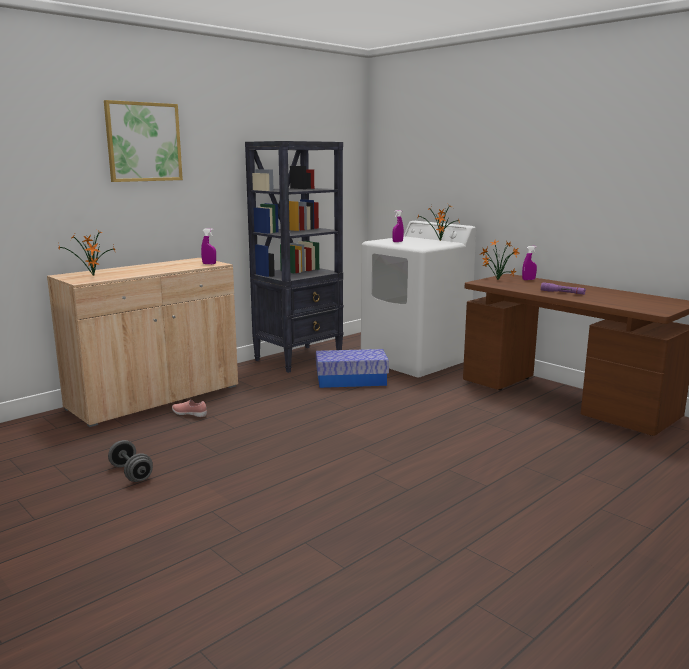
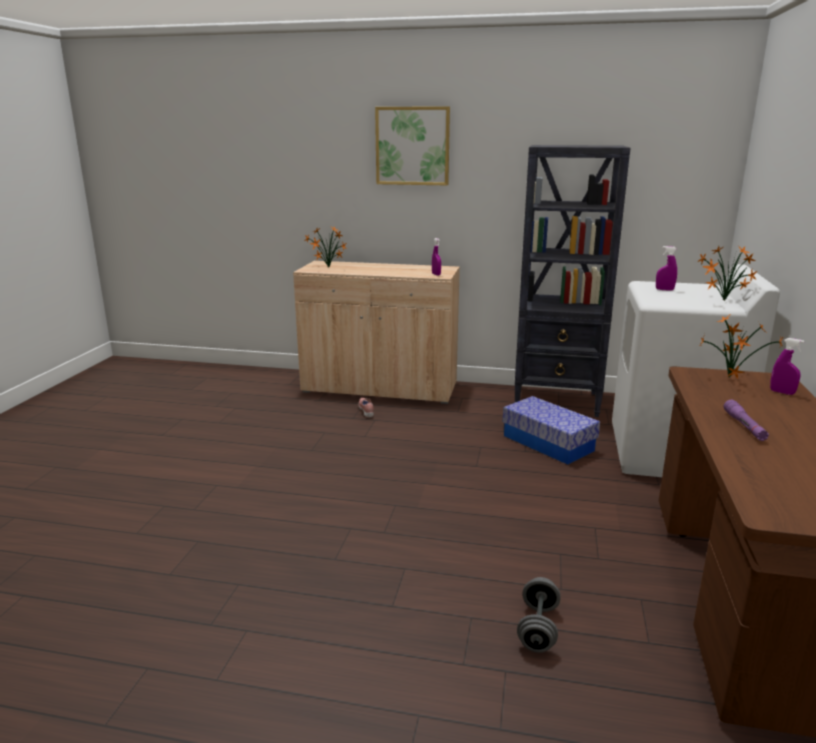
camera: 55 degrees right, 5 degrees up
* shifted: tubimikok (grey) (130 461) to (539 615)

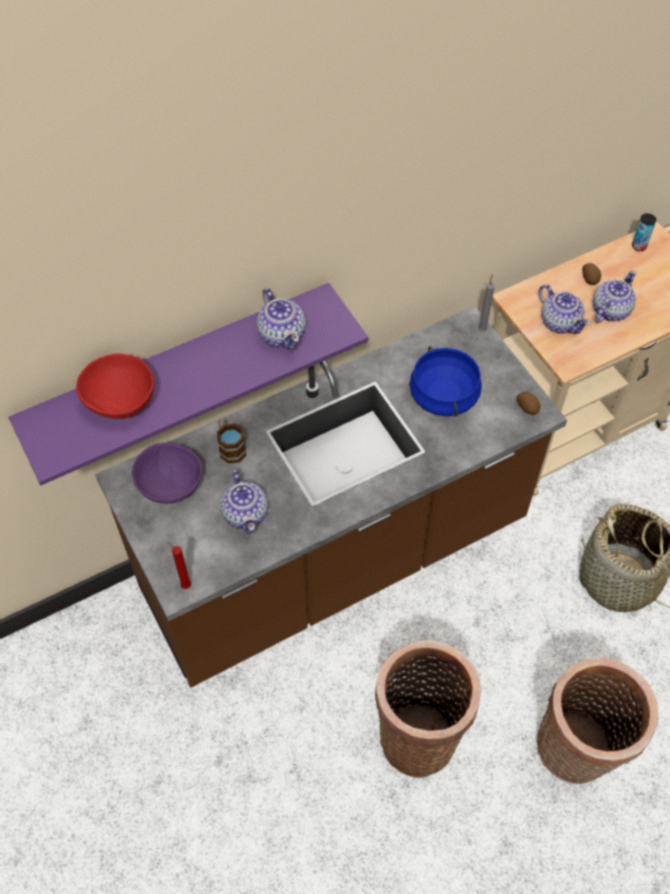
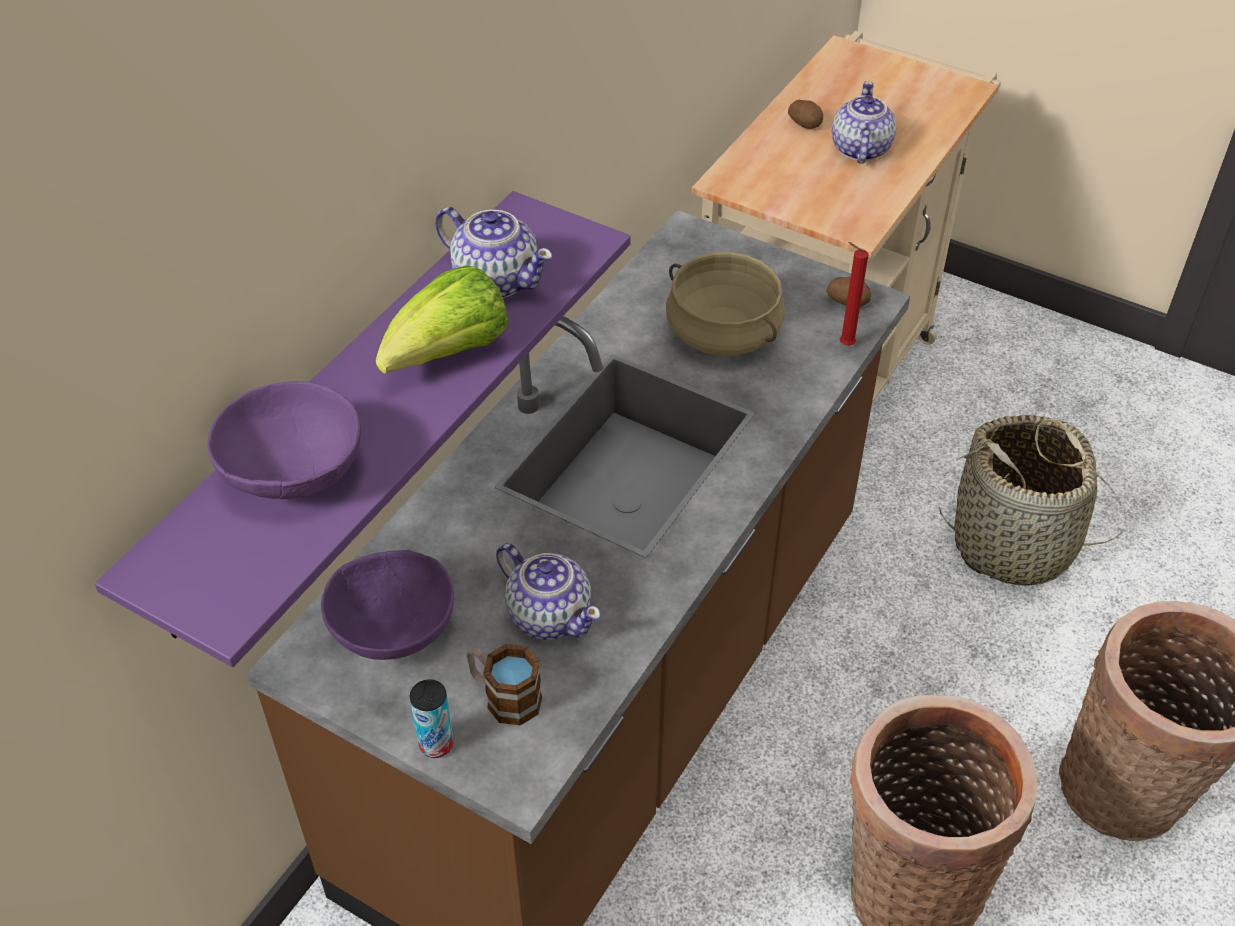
camera: 30 degrees left, 10 degrees down
* shifted: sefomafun (644 232) to (432 718)
* gone: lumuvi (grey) (486 303)
* gone: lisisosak (564 309)
* repainted: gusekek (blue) (445 381) to gusekek (beige) (725 304)
* repainted: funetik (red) (115 386) to funetik (purple) (284 440)
* shifted: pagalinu (231 441) to (504 685)
* shifted: lumuvi (red) (179 565) to (854 294)
* new: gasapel (442 320)

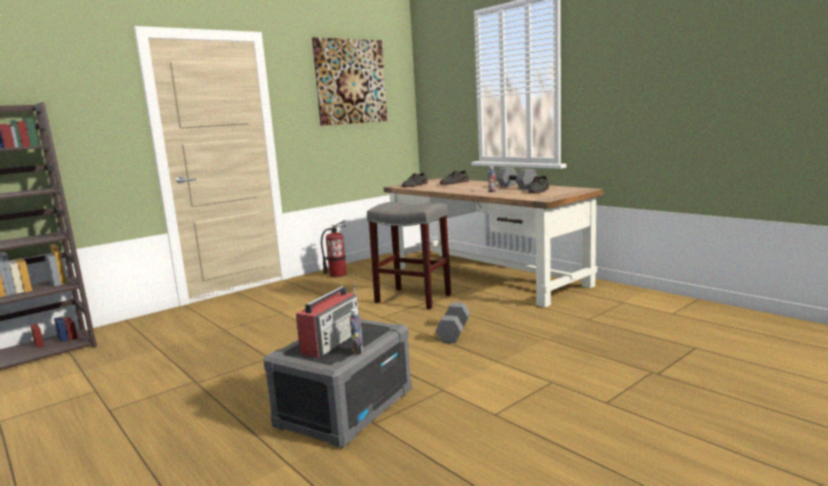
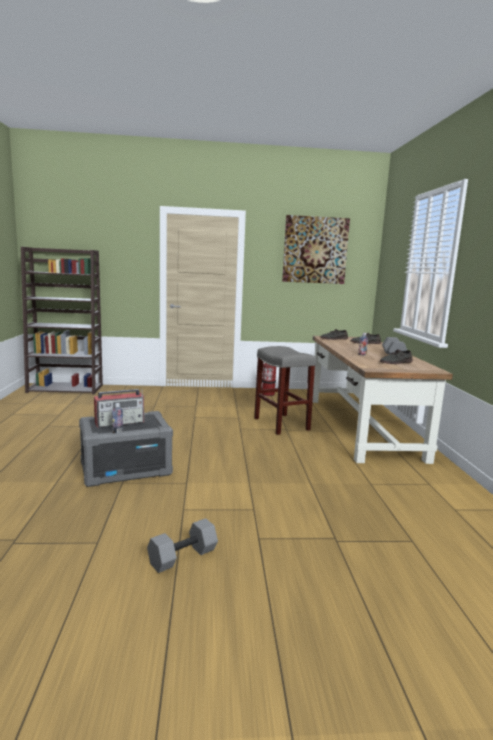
camera: 35 degrees right, 0 degrees up
* shifted: tubimikok (grey) (453 322) to (182 545)

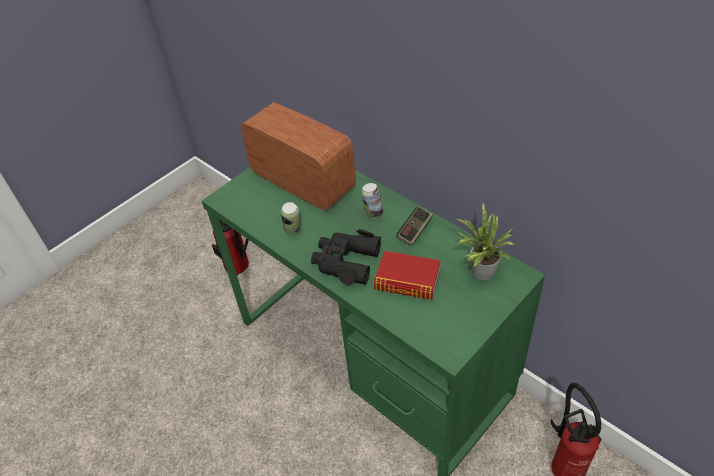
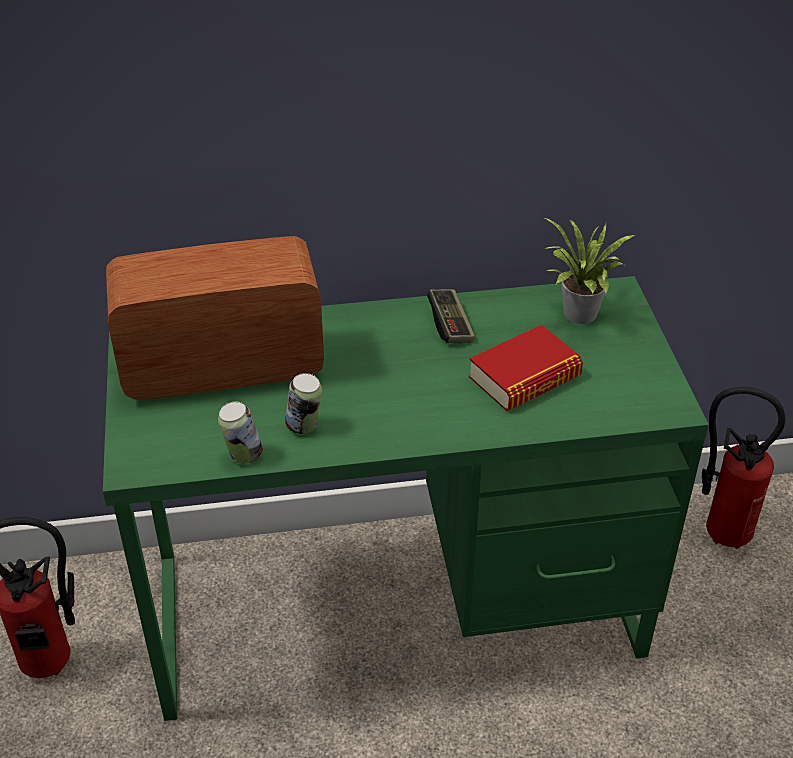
camera: 55 degrees left, 5 degrees down
* shifted: sefomafun (372 200) to (240 433)
* gone: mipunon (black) (346 257)

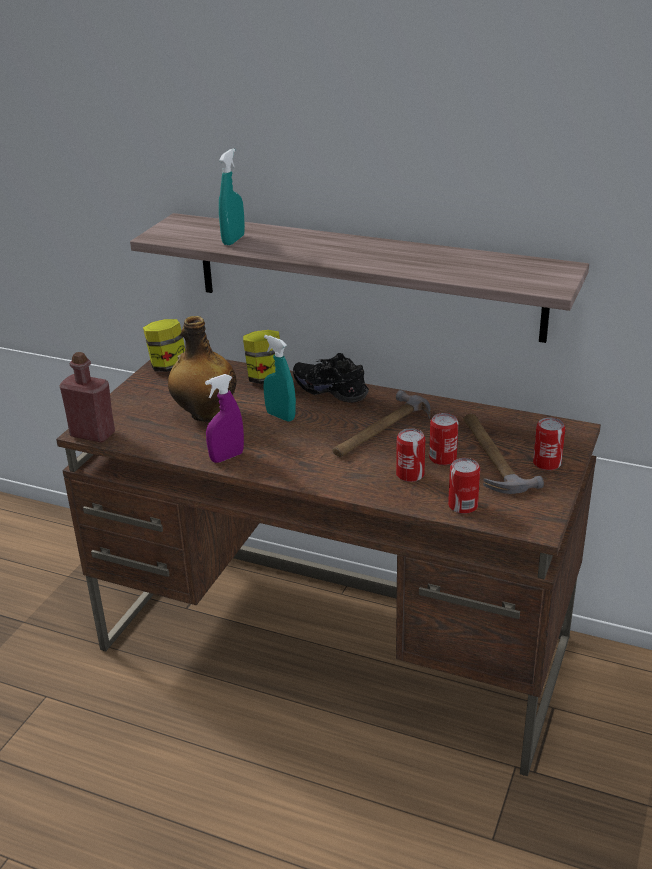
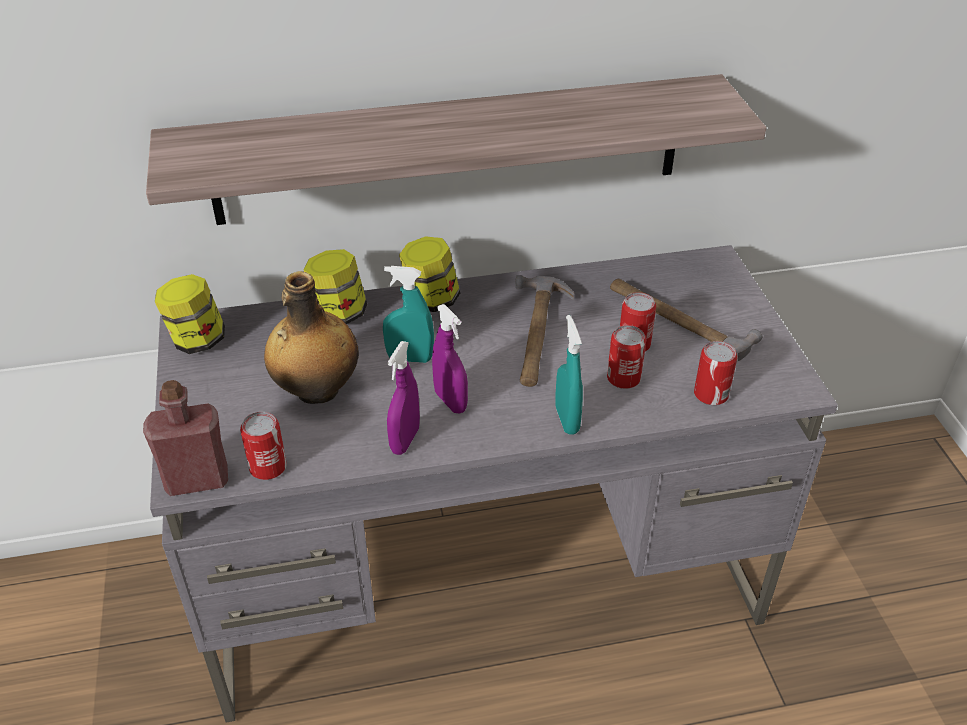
camera: 35 degrees left, 10 degrees up
* shifted: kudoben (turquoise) (232 196) to (569 375)
* swapped: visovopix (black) (331 378) to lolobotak (429 274)
* repainted: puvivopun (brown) (328 567) to puvivopun (grey) (494 484)
* shifted: sefomafun (549 443) to (263 446)
* new: kudoben (purple) (450 358)

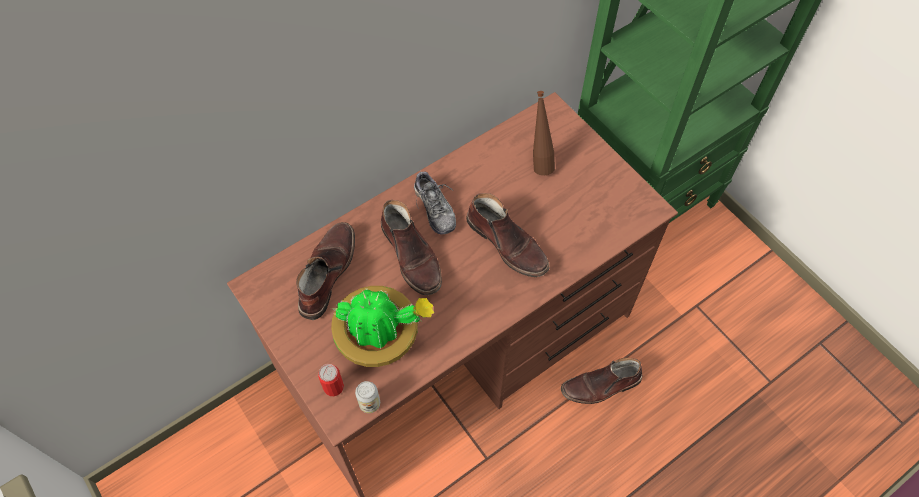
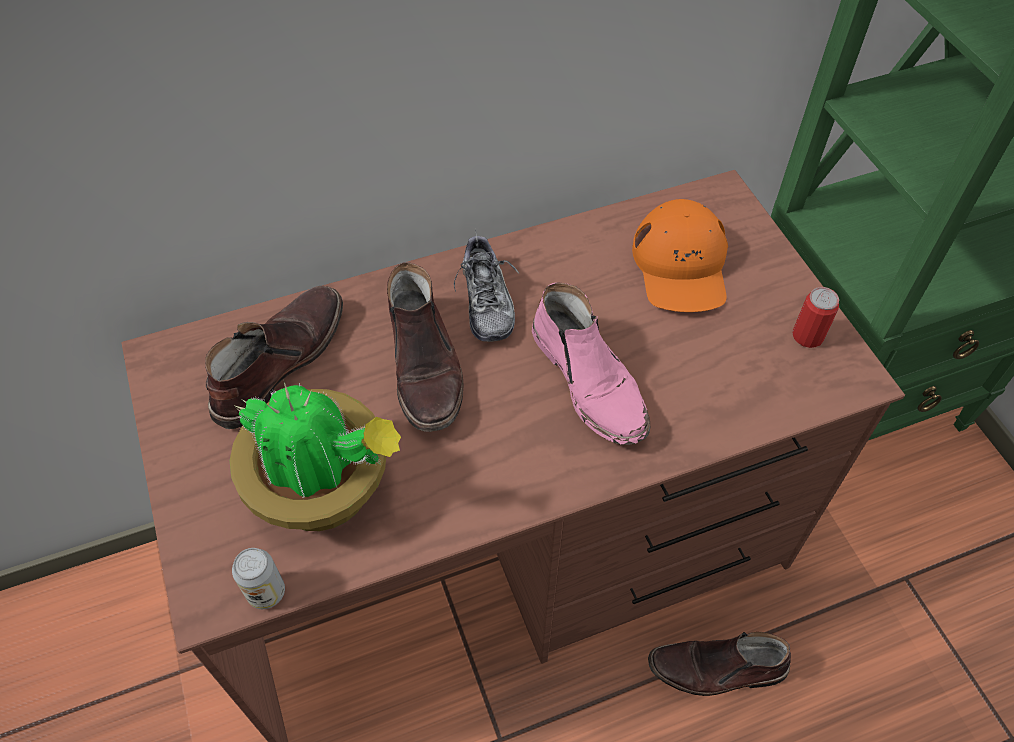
camera: 15 degrees right, 5 degrees down
* swapped: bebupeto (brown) (544 133) to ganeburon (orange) (680 255)
* repainted: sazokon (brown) (507 235) to sazokon (pink) (591 363)
* shifted: sefomafun (331 380) to (815 317)

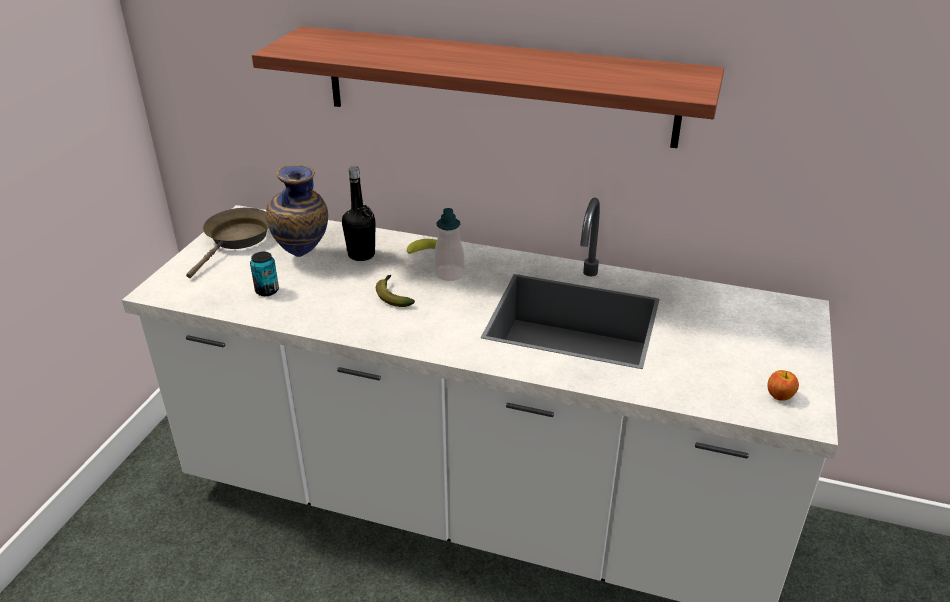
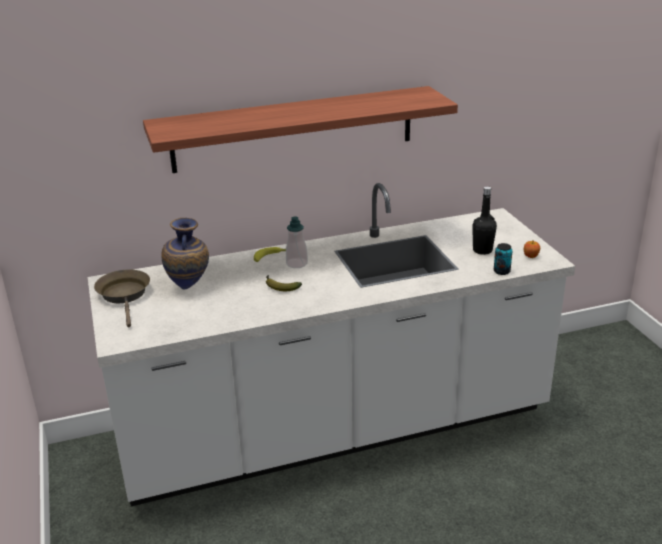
camera: 35 degrees left, 5 degrees down
* shifted: bebupeto (black) (359 213) to (484 220)
* shifted: sefomafun (264 274) to (503 259)

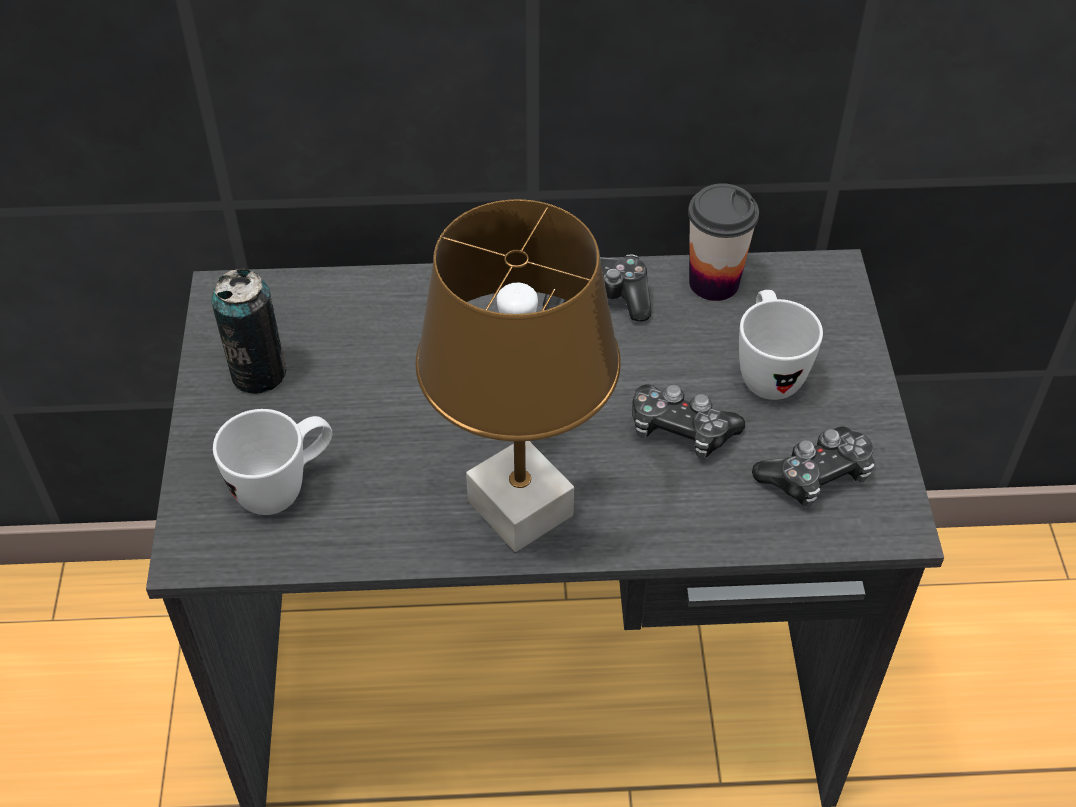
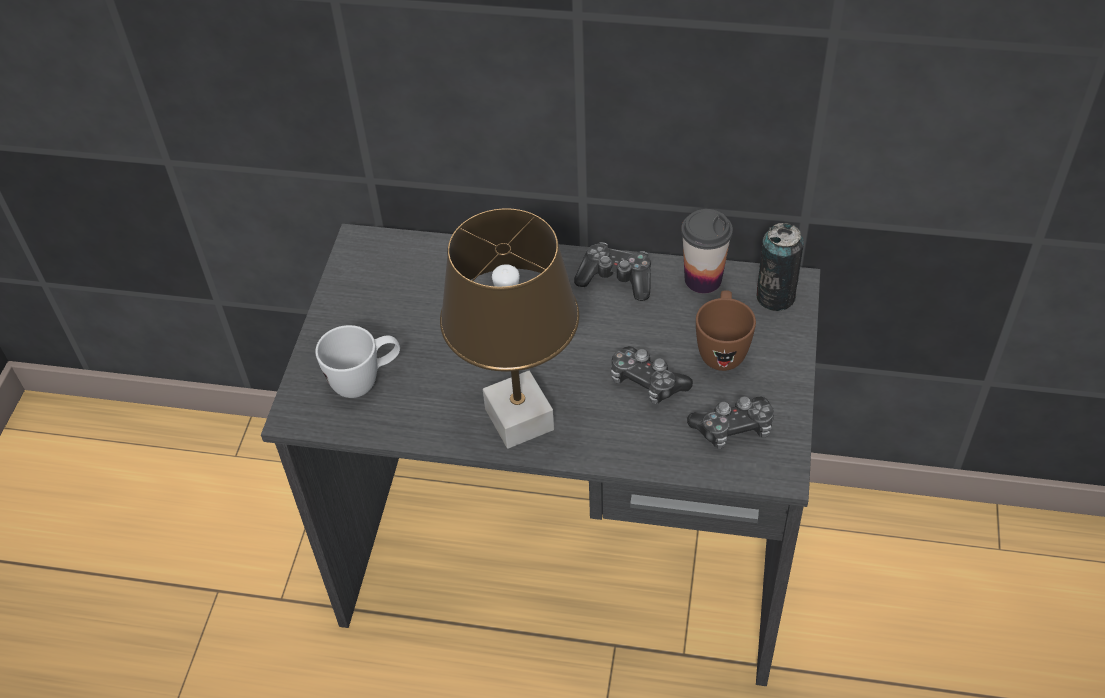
camera: 15 degrees right, 0 degrees up
* shifted: sefomafun (249 331) to (780 267)
* repainted: pagalinu (white) (781 345) to pagalinu (brown) (726 330)

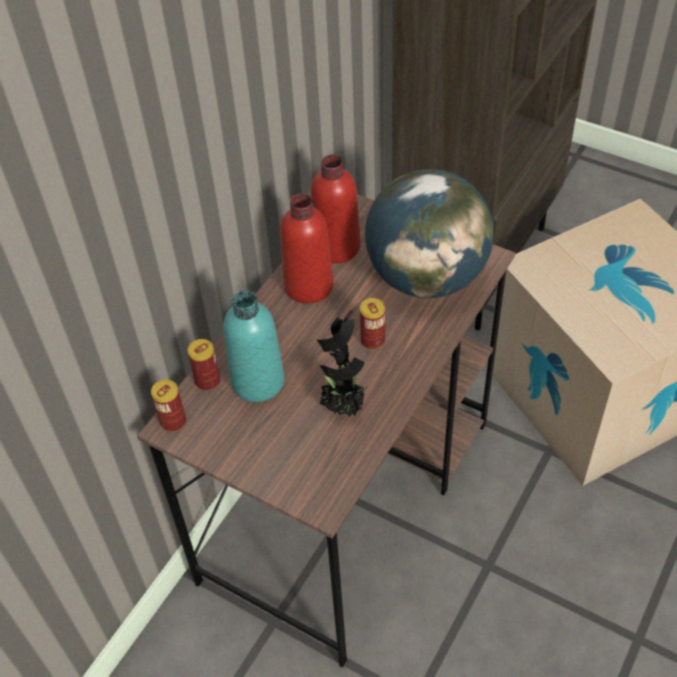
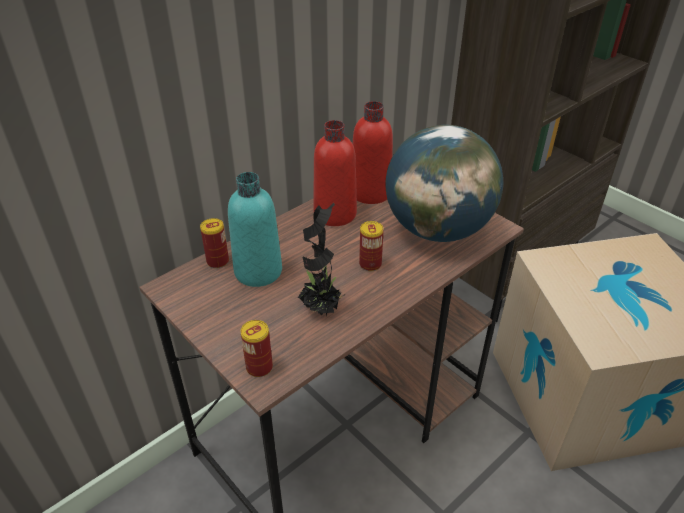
camera: 15 degrees right, 10 degrees down
* shifted: sefomafun (168 405) to (256 348)

